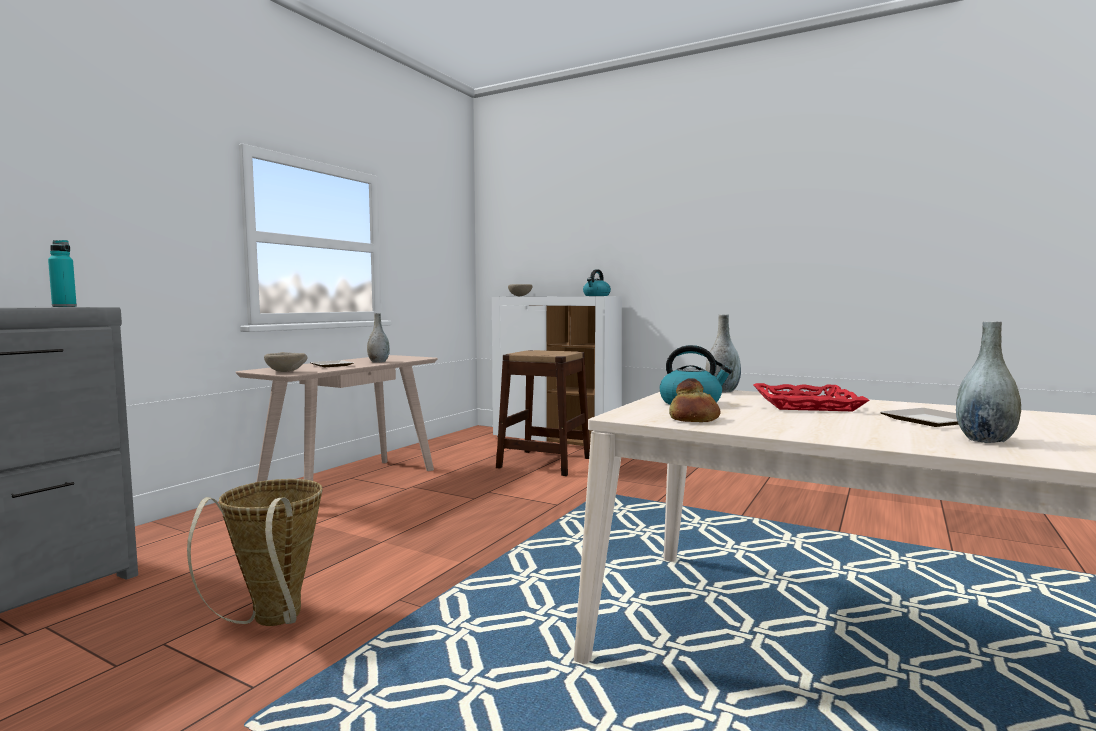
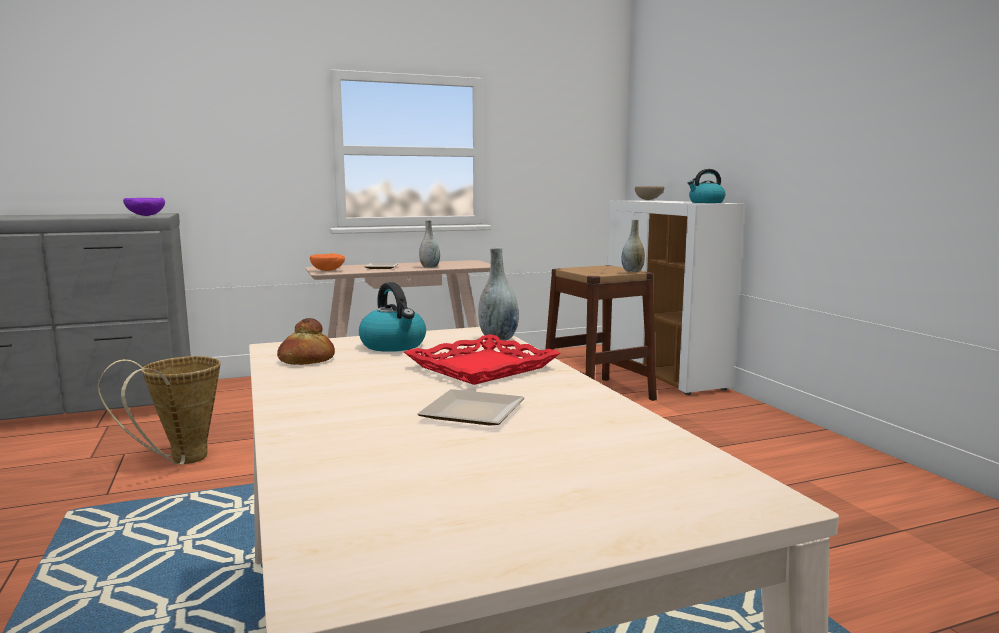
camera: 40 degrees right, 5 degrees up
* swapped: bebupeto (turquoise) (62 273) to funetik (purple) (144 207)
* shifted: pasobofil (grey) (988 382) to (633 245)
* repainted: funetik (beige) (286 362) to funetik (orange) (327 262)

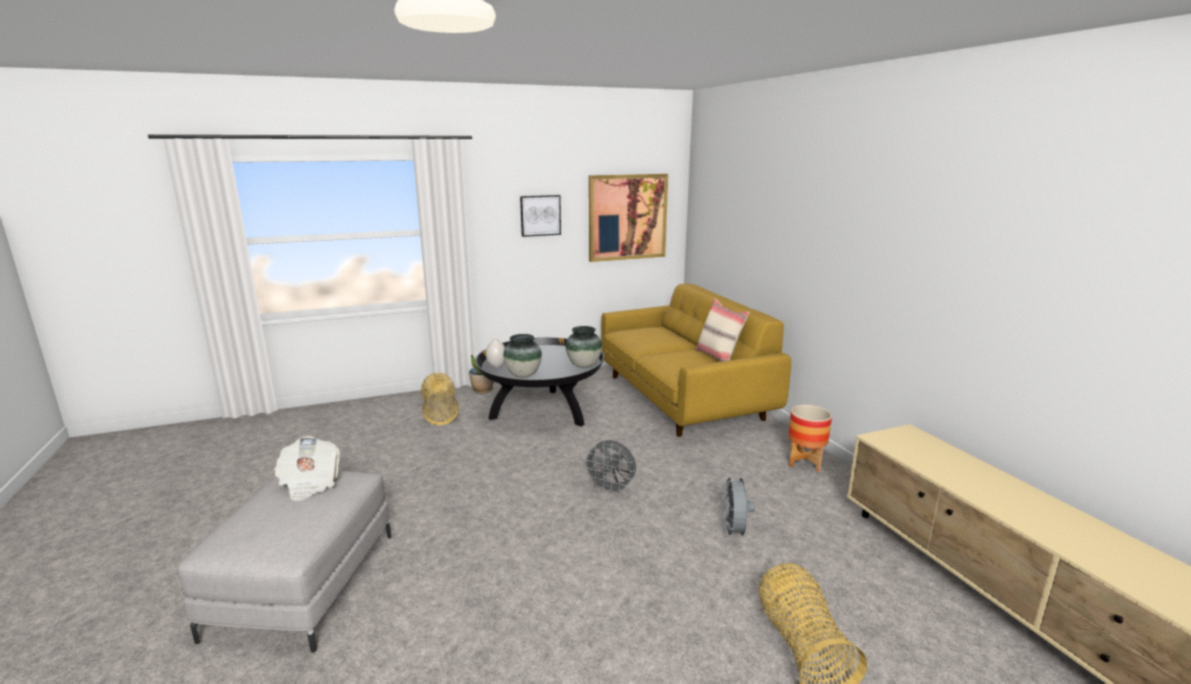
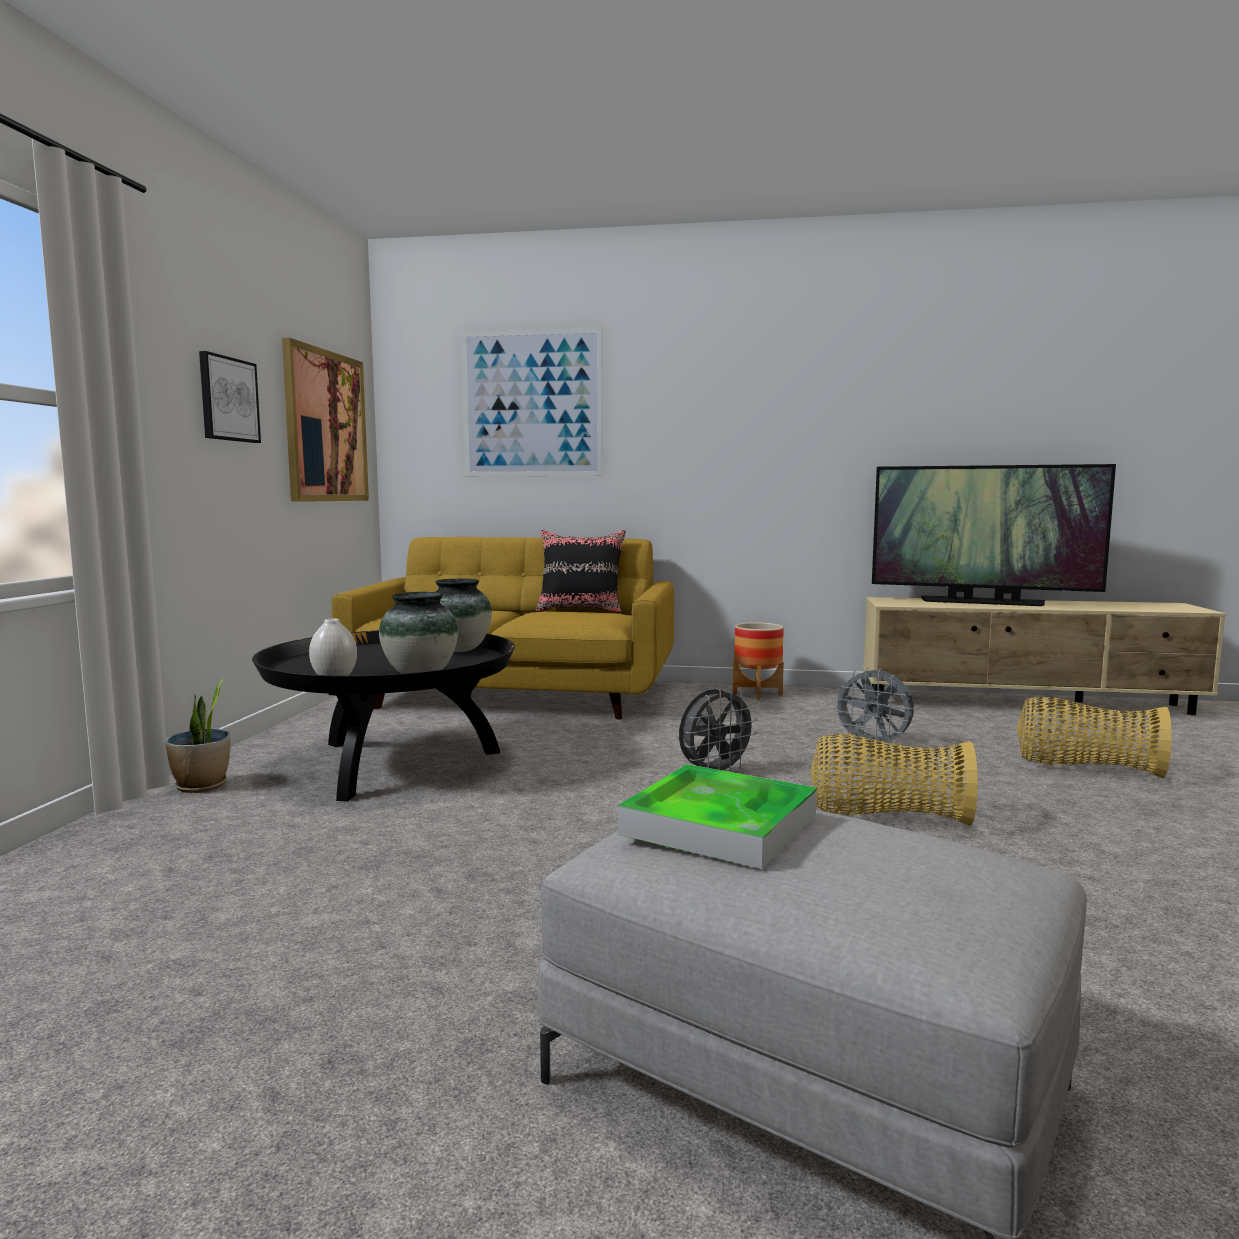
camera: 60 degrees left, 10 degrees down
* repainted: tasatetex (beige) (722 330) to tasatetex (black) (581 571)
* shifted: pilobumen (440 399) to (894 780)
* swapped: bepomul (306 468) to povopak (717 816)
* new: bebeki (532 402)
* new: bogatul (994 535)

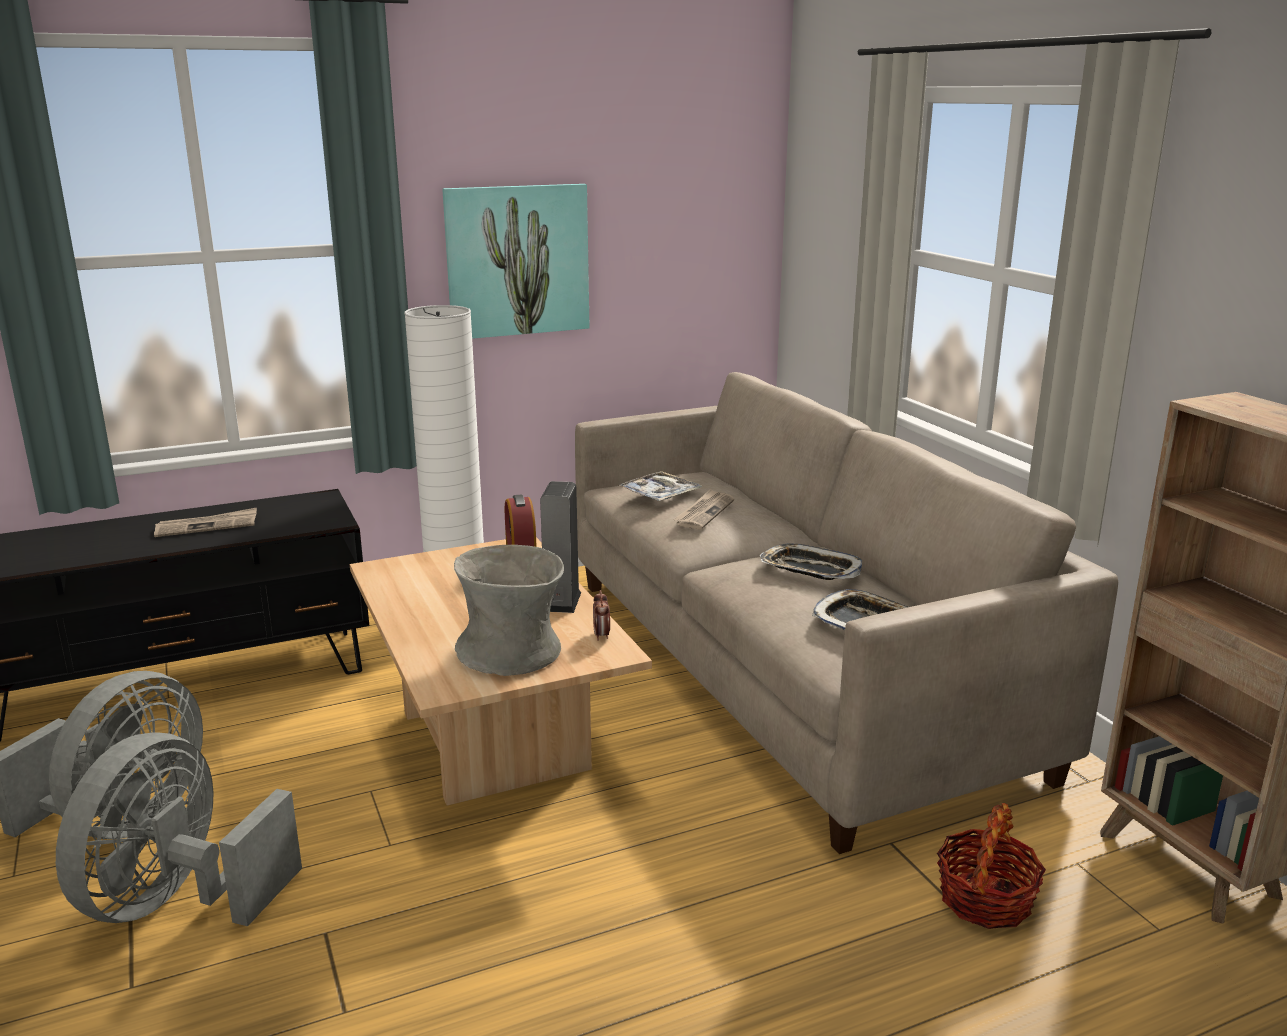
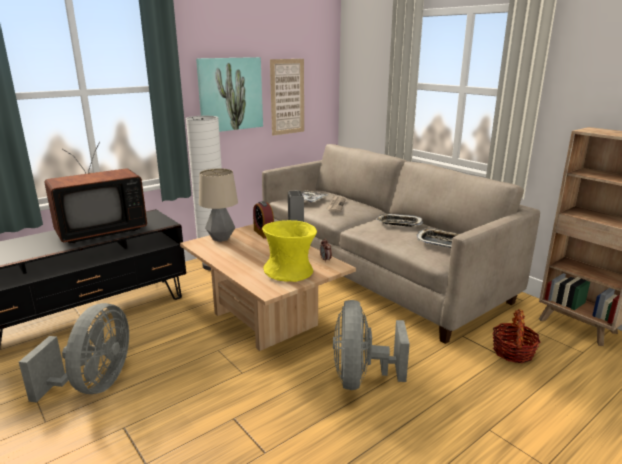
camera: 15 degrees left, 0 degrees up
* swapped: bepomul (205 522) to bogatul (95 192)
* repainted: pasobofil (grey) (509 610) to pasobofil (yellow) (289 251)
* shifted: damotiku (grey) (179 829) to (371 345)
* new: bebeki (287 97)
* new: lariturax (218 205)

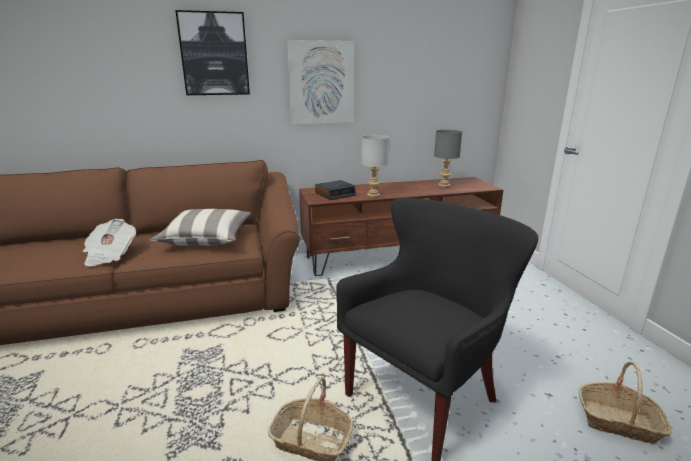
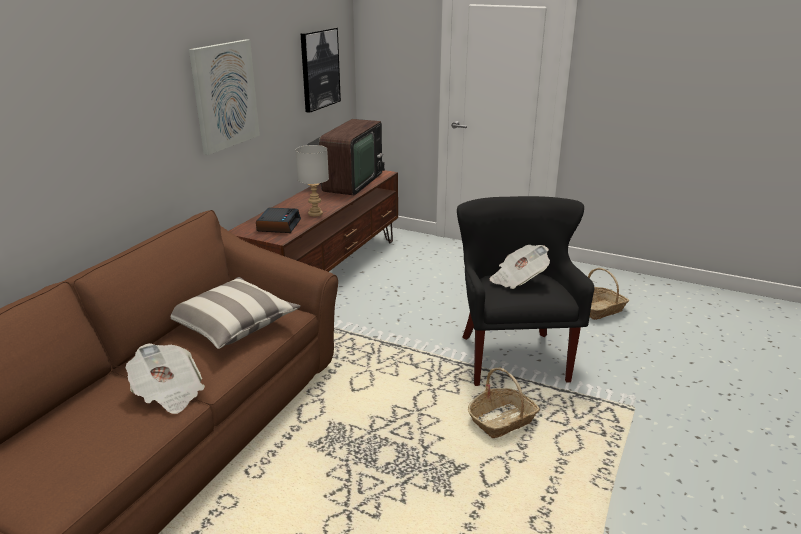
camera: 50 degrees left, 5 degrees up
* shifted: bebeki (212 52) to (321 70)
* swapped: lariturax (grey) (448 158) to bogatul (346 157)
* new: bepomul (520 267)

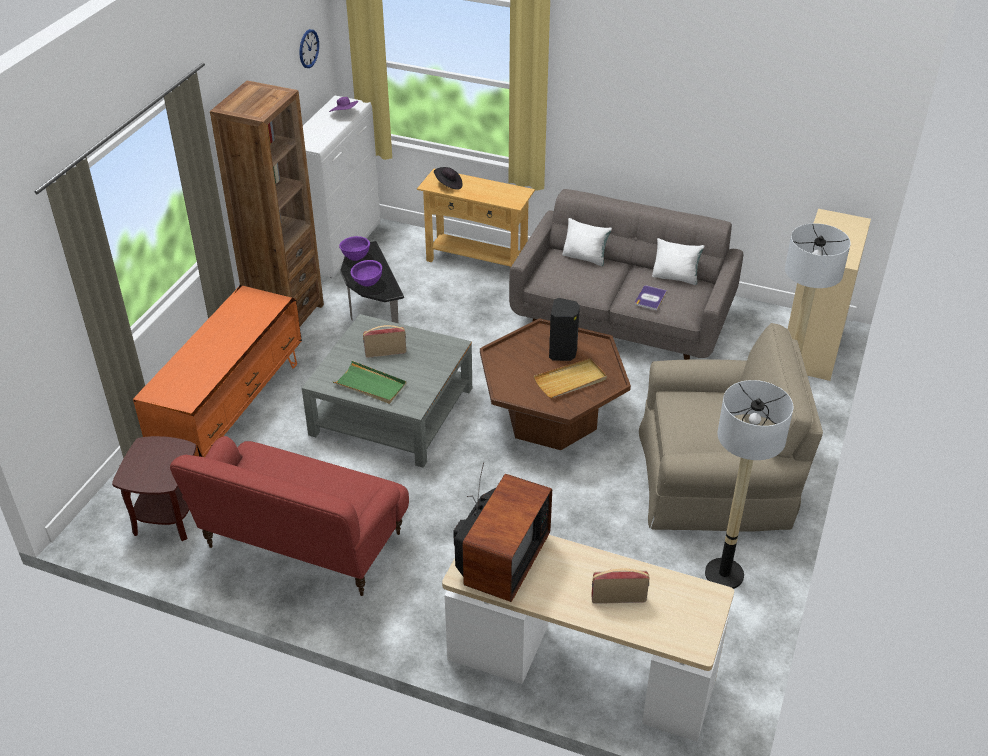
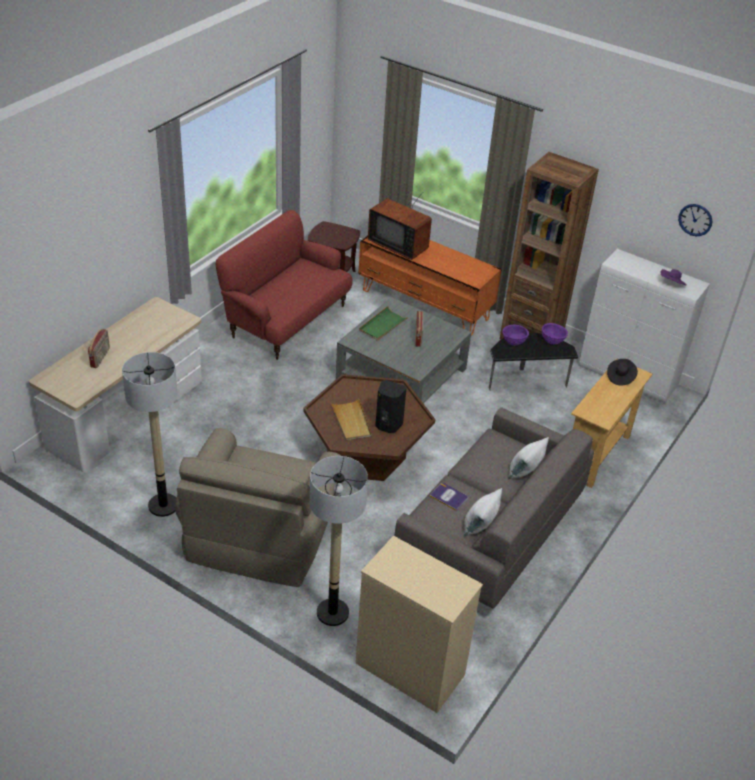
camera: 100 degrees right, 0 degrees up
* shifted: bogatul (502 532) to (400 223)

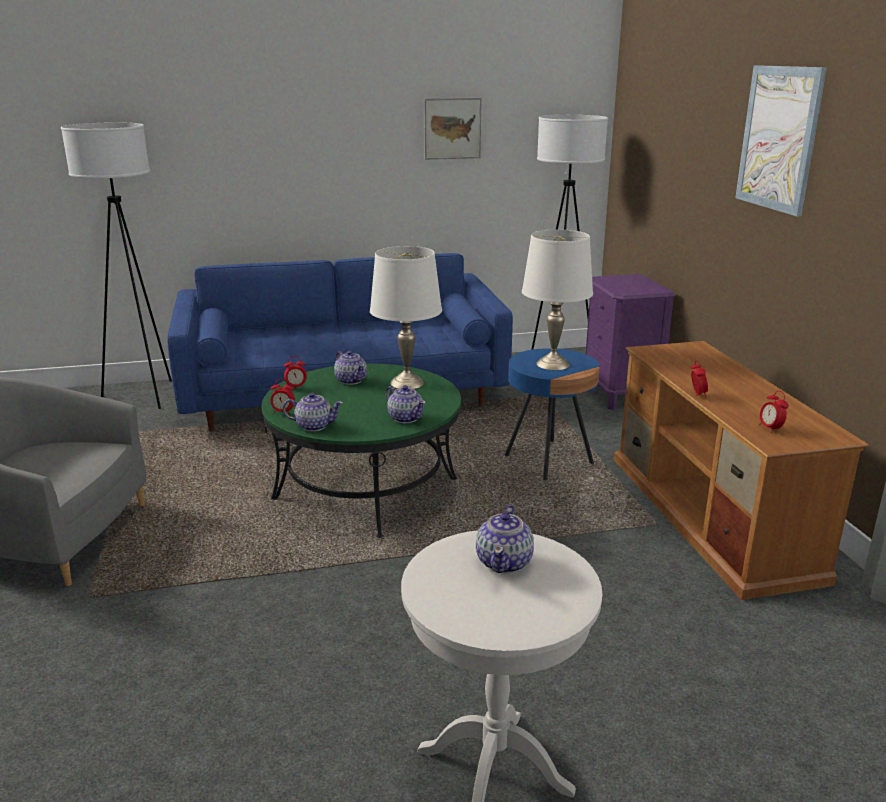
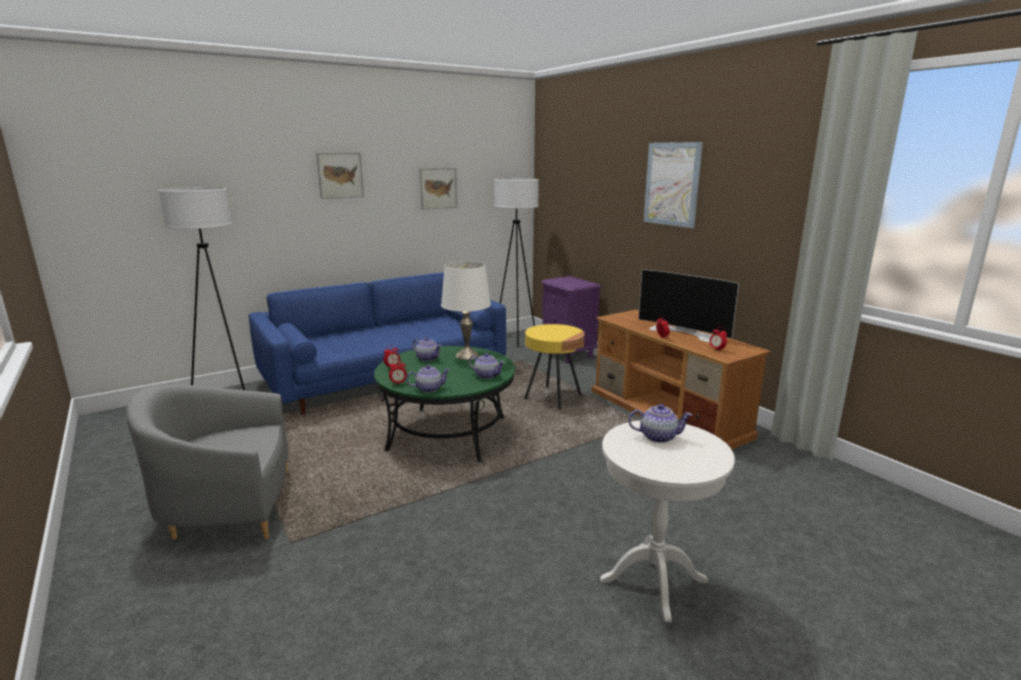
camera: 20 degrees left, 5 degrees down
* gone: lariturax (white) (557 299)
* repainted: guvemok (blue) (552 414) to guvemok (yellow) (554 367)
* rotated: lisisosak (505 539) = (660 423) 75 degrees counterclockwise
* new: bebeki (340 176)
* new: bogatul (688 305)

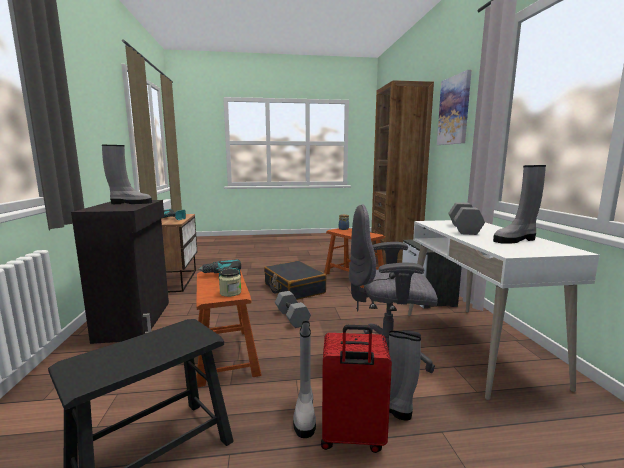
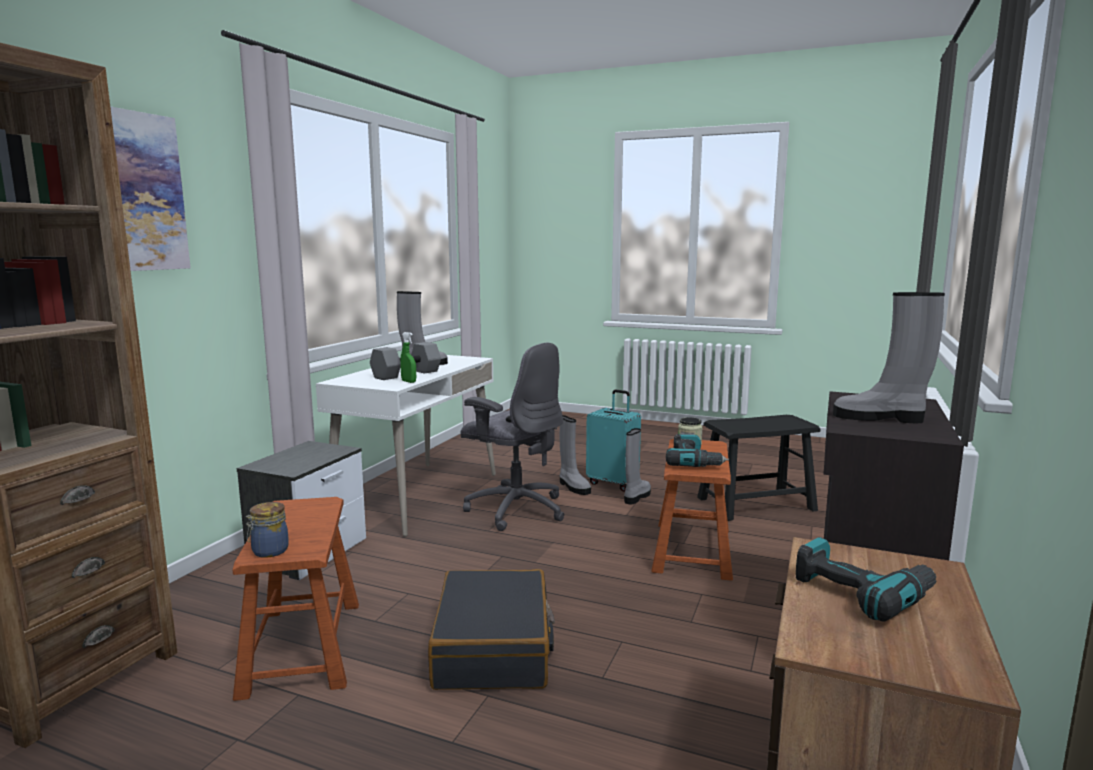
camera: 150 degrees left, 0 degrees up
* gone: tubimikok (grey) (293 309)
* repainted: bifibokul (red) (356 389) to bifibokul (turquoise) (613 440)
* new: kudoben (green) (408 357)

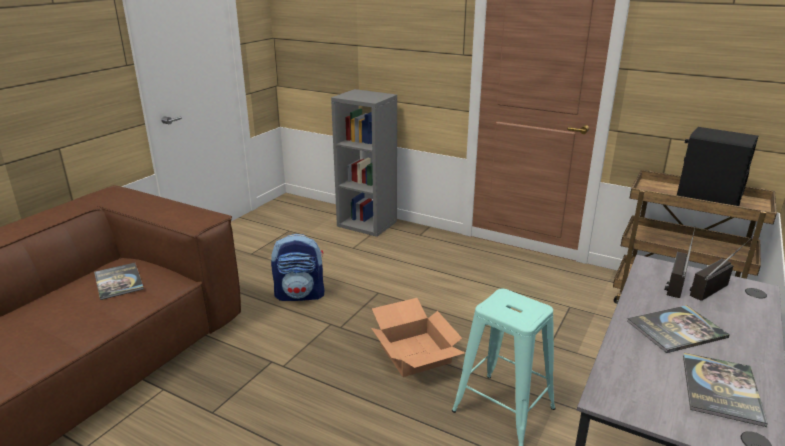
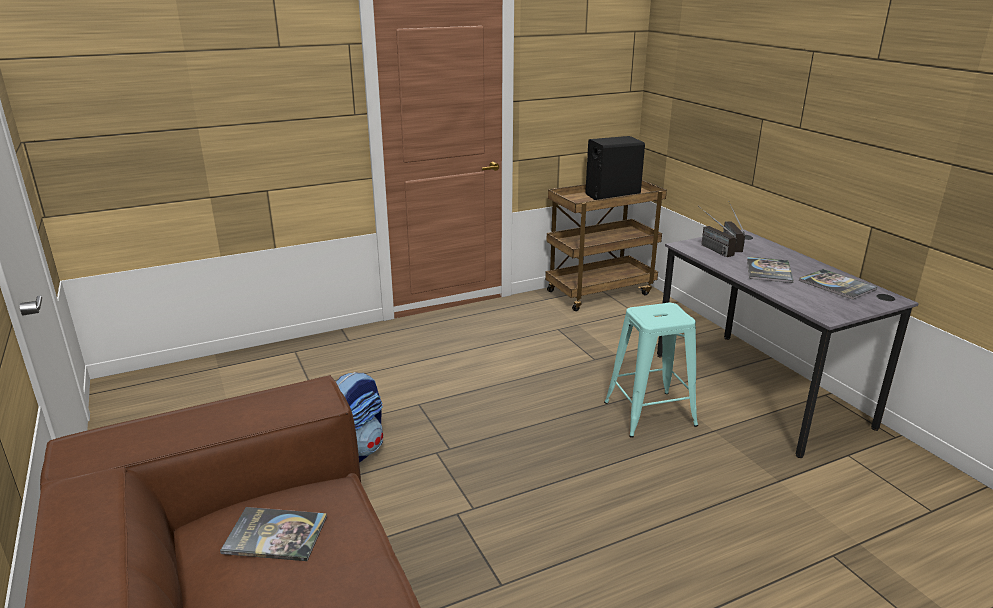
camera: 55 degrees left, 0 degrees up
* gone: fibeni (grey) (364 163)
* gone: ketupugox (418 337)

